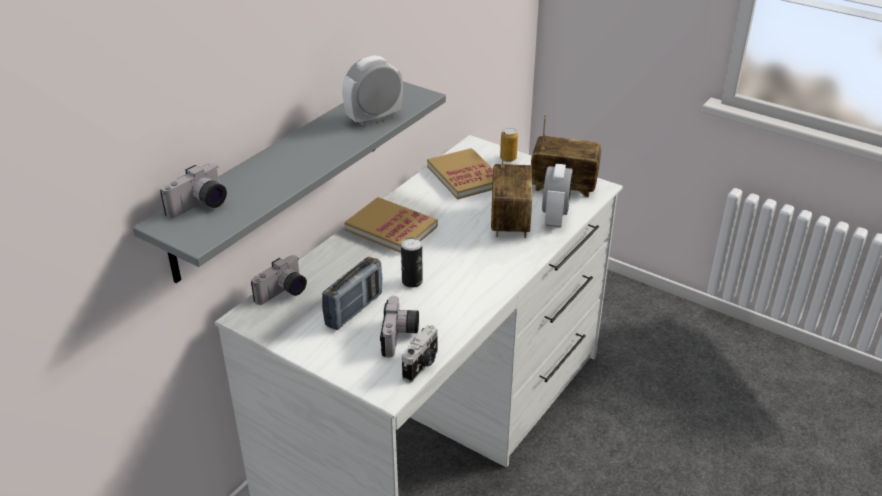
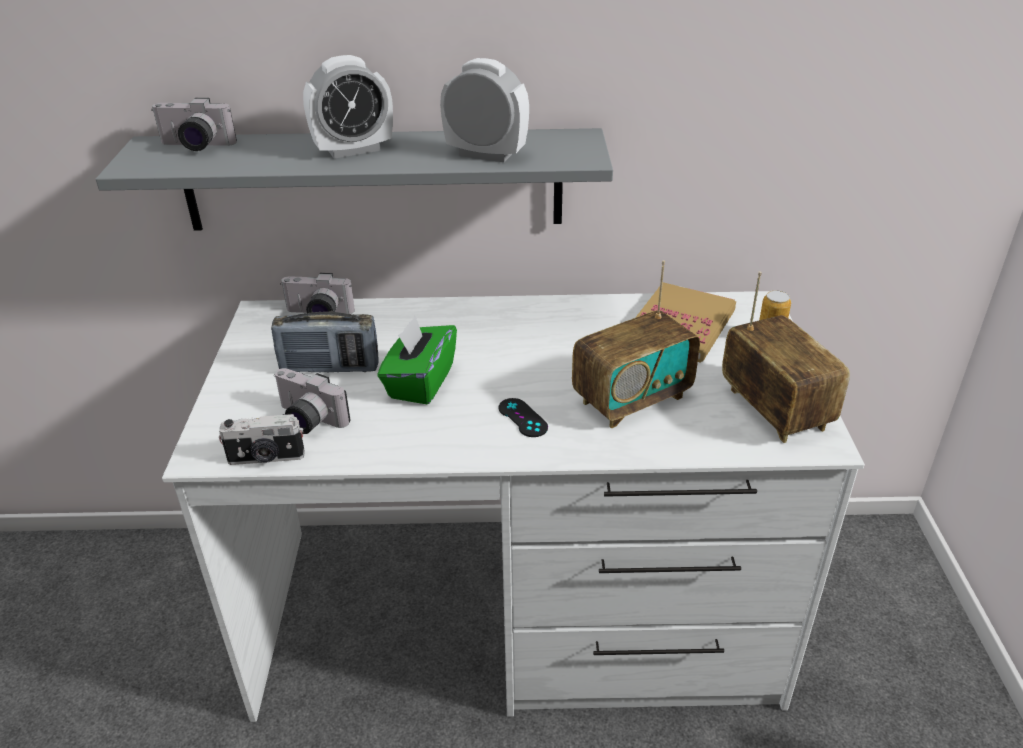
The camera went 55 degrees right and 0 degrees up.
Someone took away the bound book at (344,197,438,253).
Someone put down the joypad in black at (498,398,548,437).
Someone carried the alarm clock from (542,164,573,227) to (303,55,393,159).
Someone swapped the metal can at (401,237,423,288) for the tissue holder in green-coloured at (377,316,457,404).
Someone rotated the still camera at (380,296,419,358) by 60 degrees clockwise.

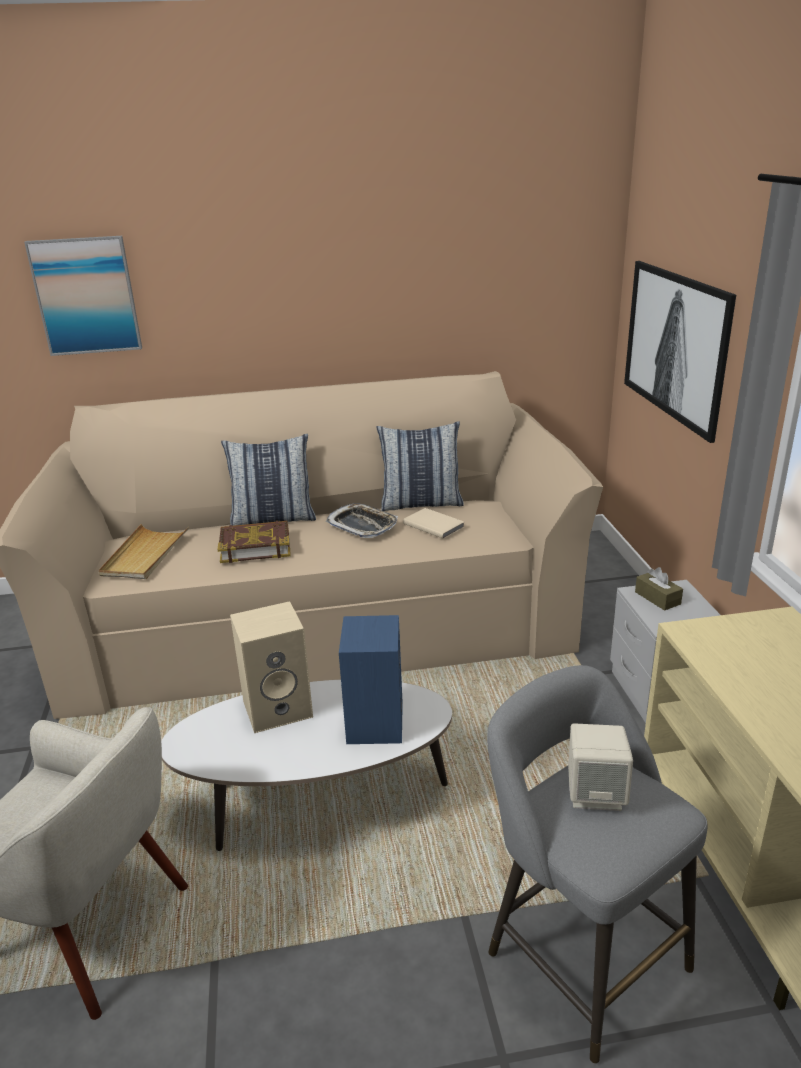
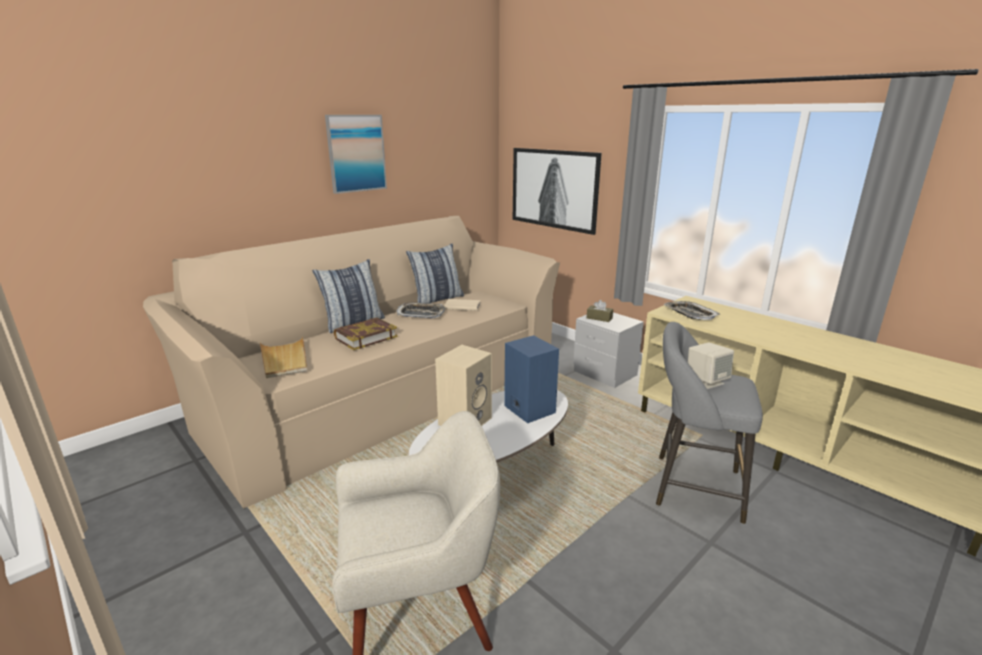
The camera went 35 degrees left and 5 degrees down.
Someone put down the tray at (664,301,720,320).
Someone carried the wall picture from (24,236,142,356) to (325,115,387,194).

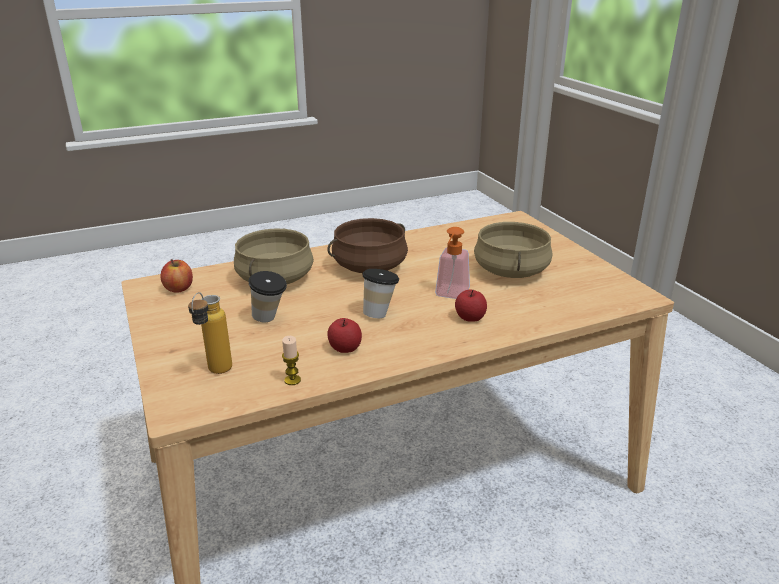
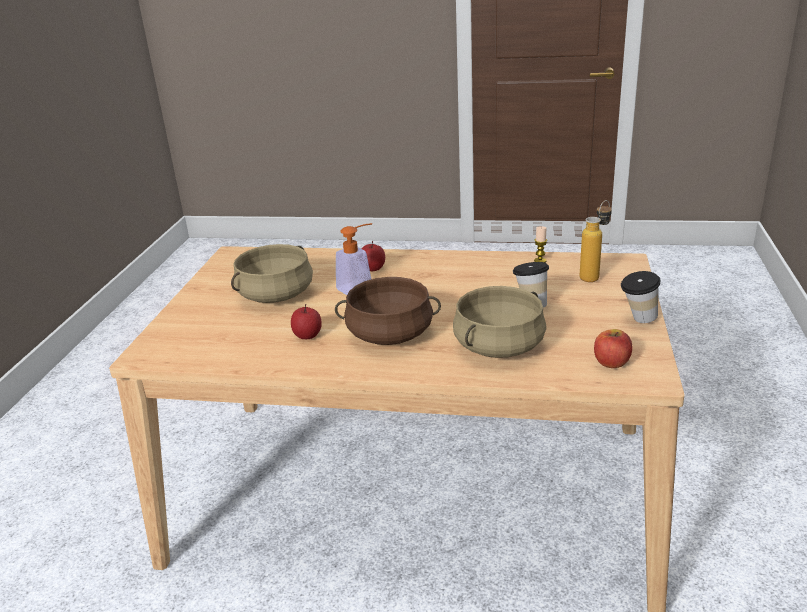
The camera went 145 degrees left and 0 degrees up.
Someone carried the whole apple from (327,318,362,353) to (291,304,322,339).
Someone carried the small cup from (363,269,399,318) to (621,271,660,323).

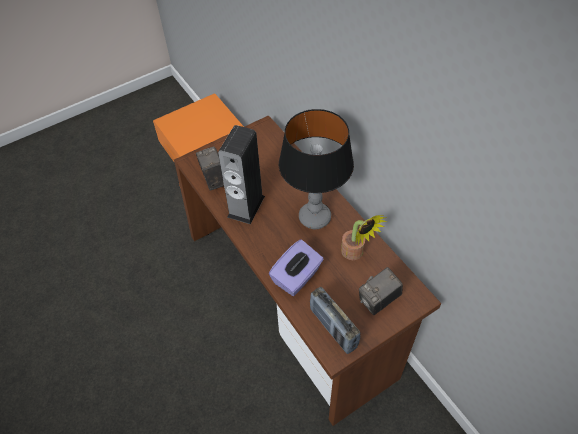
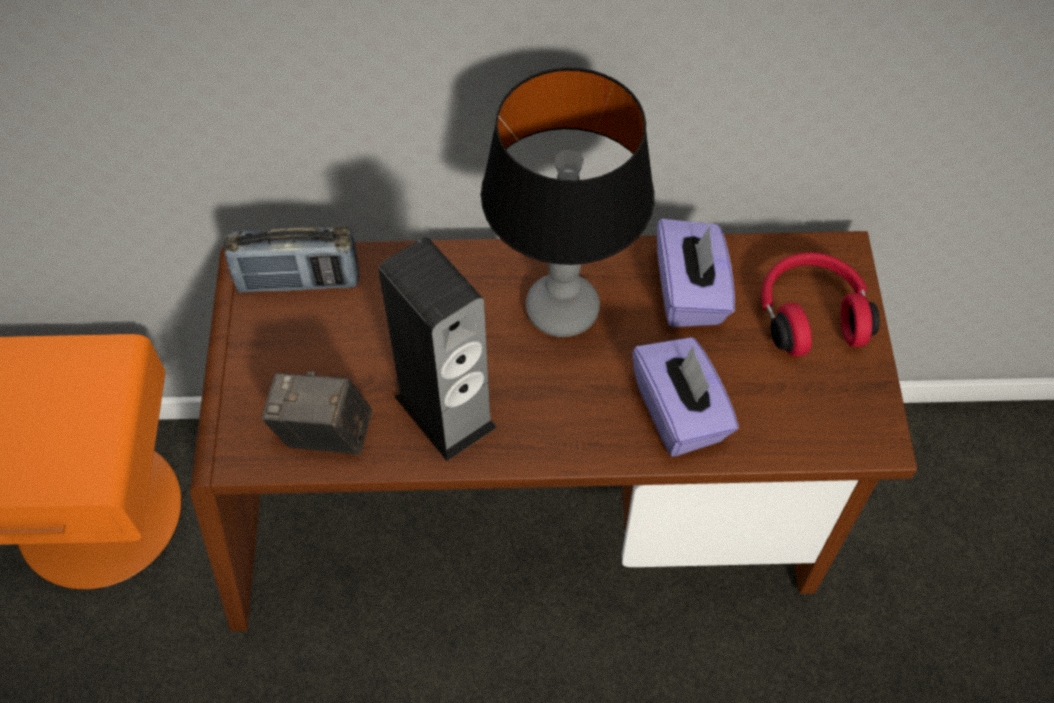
The camera went 60 degrees left and 5 degrees up.
Someone carried the radio receiver from (310,287,360,354) to (224,226,359,292).
Someone swapped the houseplant at (341,215,388,260) for the tissue holder in purple at (657,219,735,327).
Someone swapped the still camera at (359,267,403,315) for the pair of headphones in red at (761,252,880,357).

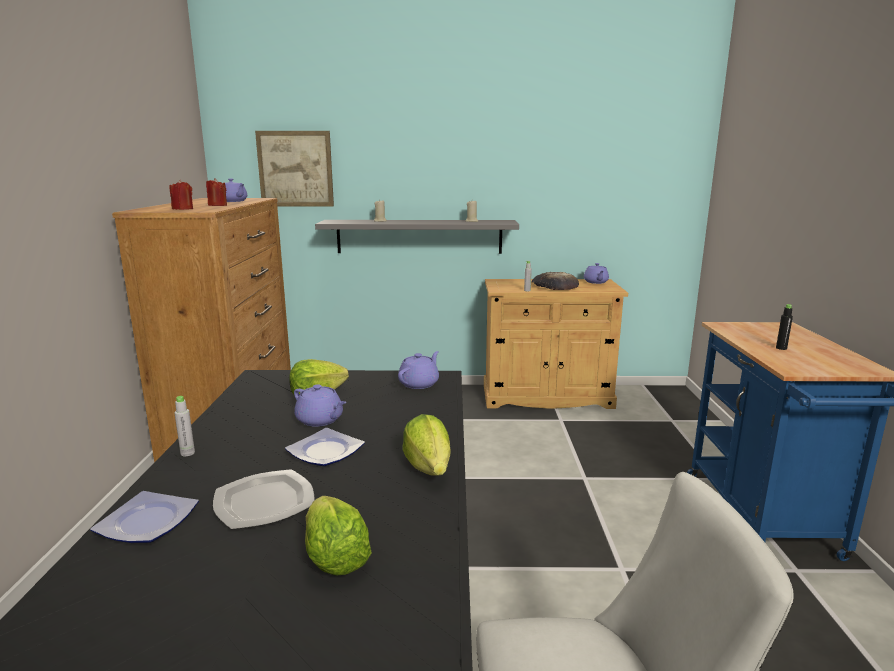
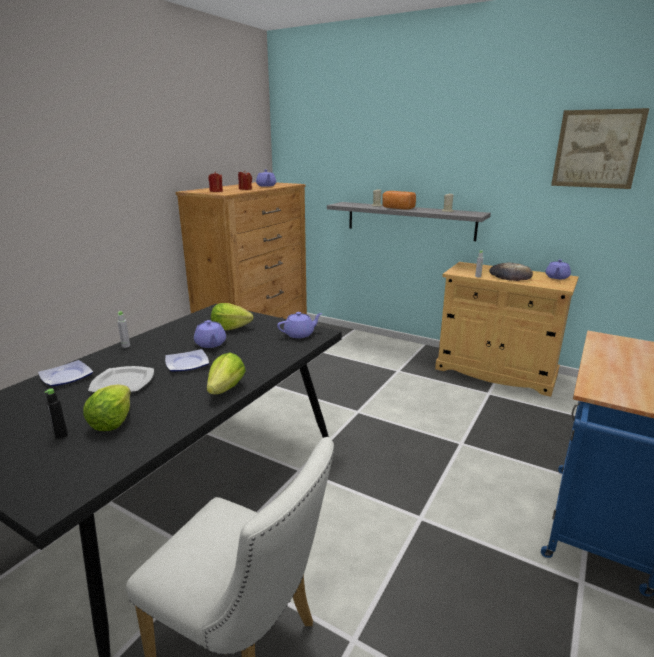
The camera went 30 degrees right and 5 degrees up.
Someone put down the bakery bread at (382,191,416,209).
Someone carried the wall picture from (255,131,334,207) to (551,108,649,189).
Someone carried the beverage bottle in black from (776,304,793,350) to (45,388,68,439).

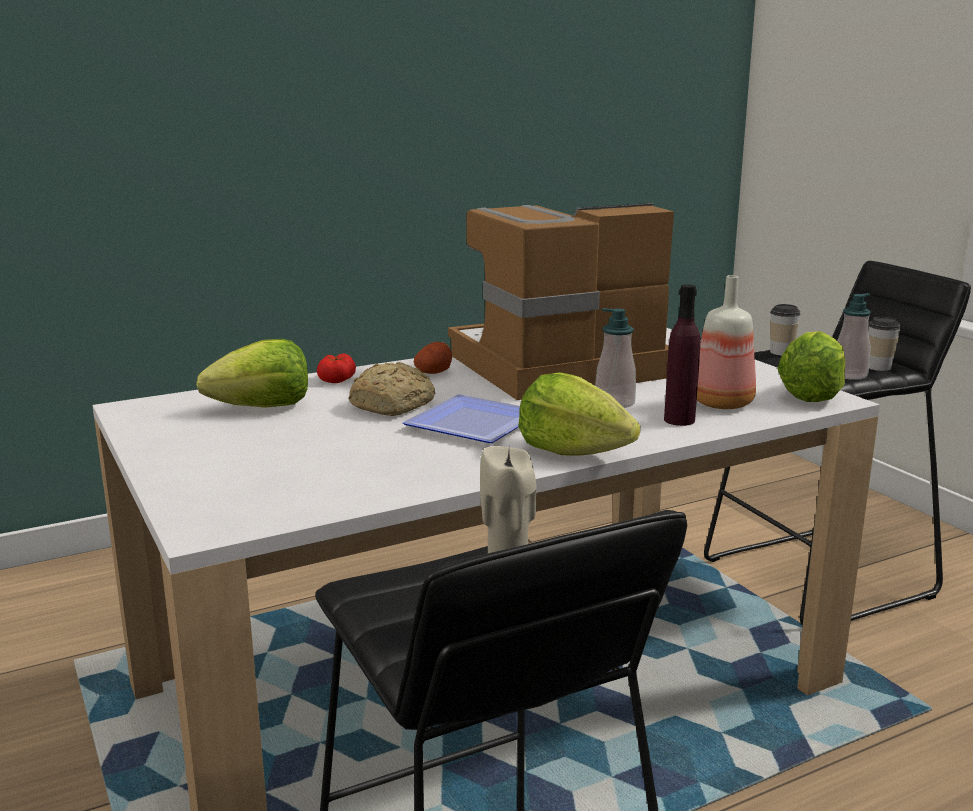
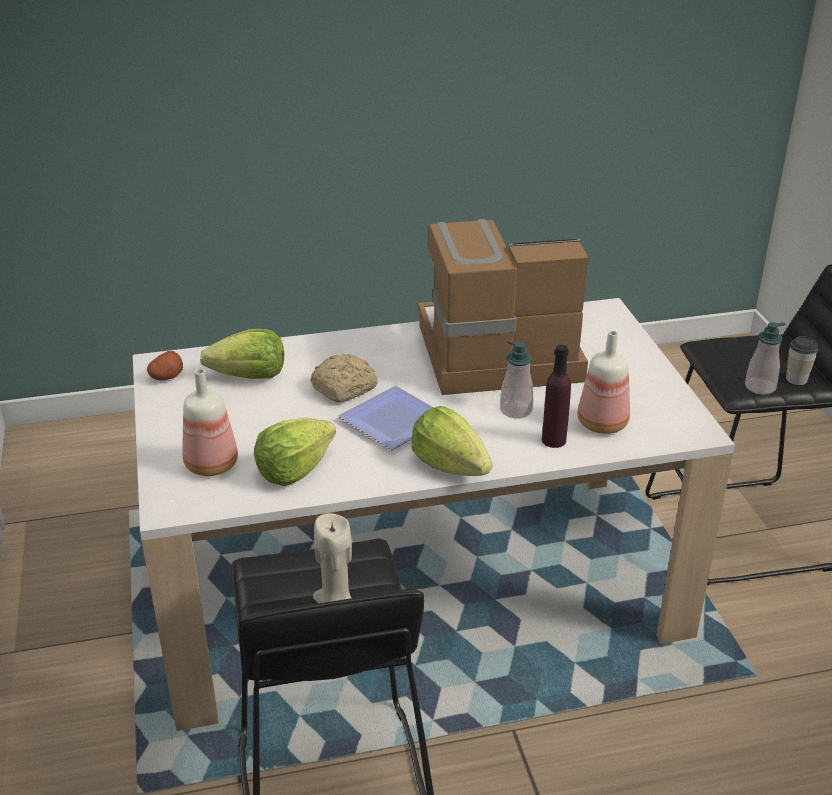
The camera went 15 degrees right and 15 degrees up.
Someone took away the tomato at (317,353,356,383).
Someone took away the small cup at (770,304,801,355).
Someone put down the beverage bottle at (182,369,238,476).
Someone carried the spud from (414,342,452,374) to (147,351,183,380).
Someone carried the lettuce head from (777,331,845,402) to (254,417,336,486).

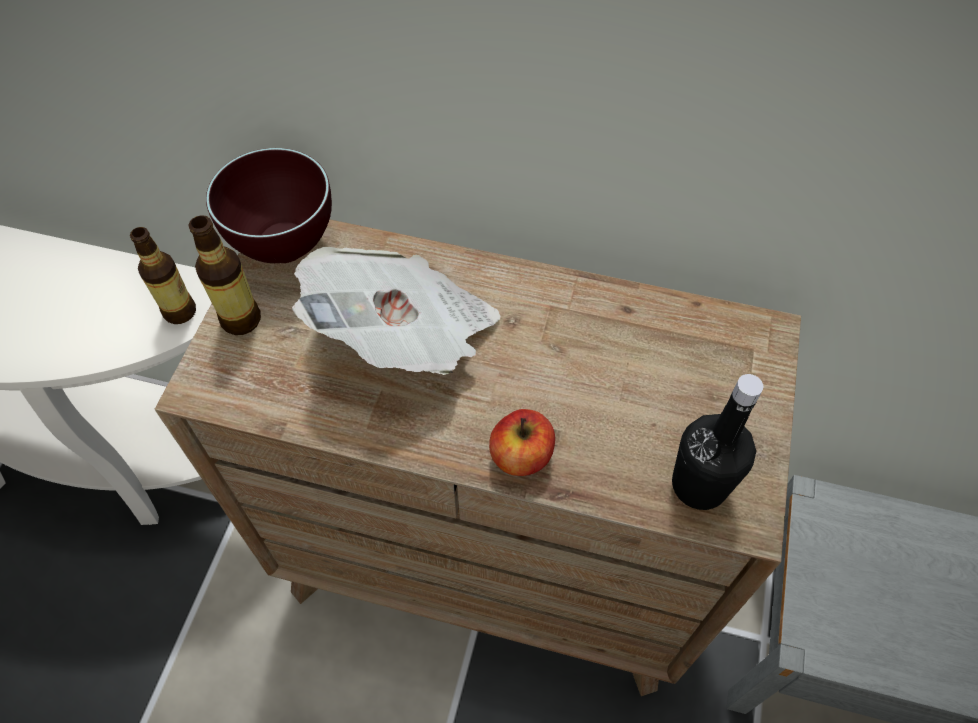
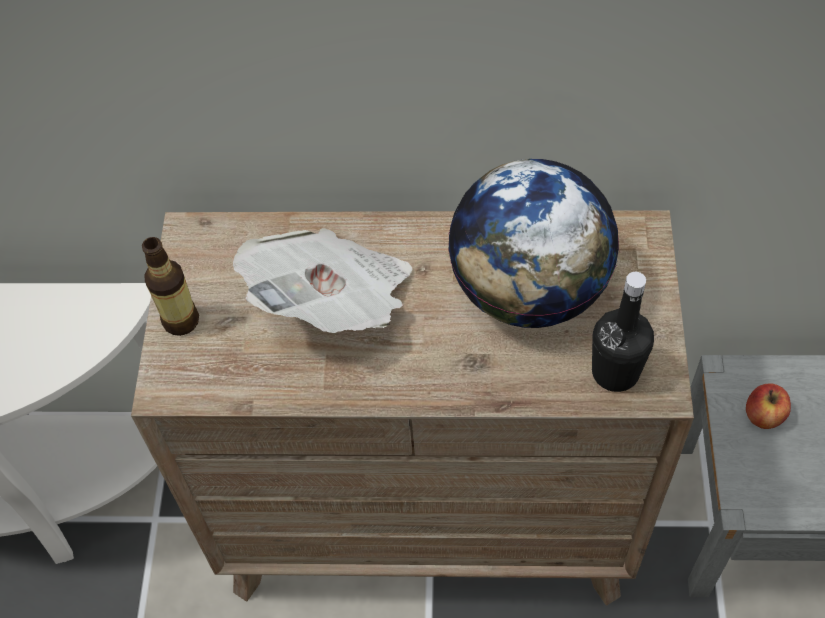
The camera went 10 degrees left and 0 degrees up.
Someone took away the beverage bottle at (130,227,196,324).
Someone took away the deep dish in brownish at (206,148,332,263).
Someone put down the desk globe at (448,159,619,328).
Someone carried the whole apple from (489,409,555,476) to (746,384,791,429).

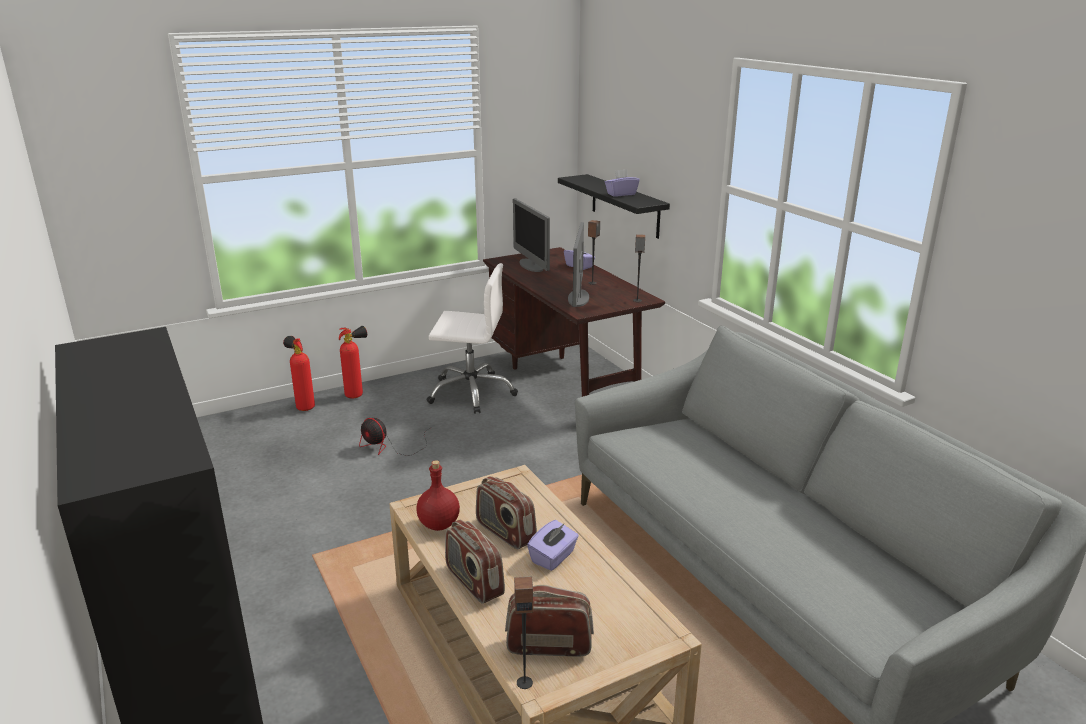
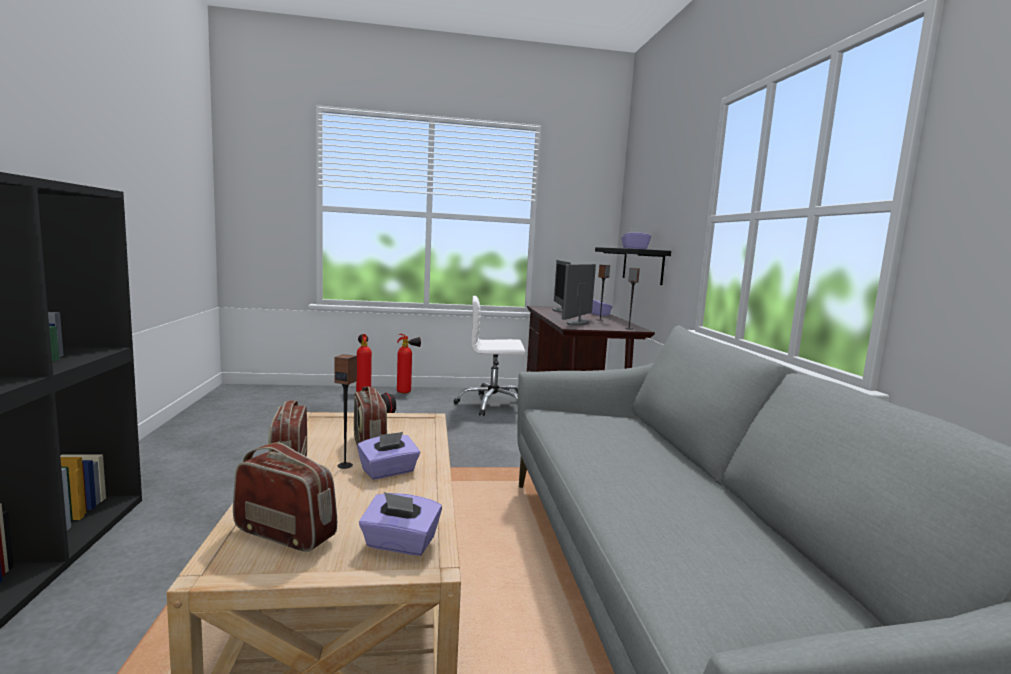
The camera went 20 degrees right and 15 degrees down.
Someone took away the beverage bottle in red at (416,460,460,531).
Someone put down the tissue holder in purple at (359,492,442,556).
Someone carried the loudspeaker from (514,576,533,689) to (335,354,357,469).
Someone rotated the computer chair in white-coloured at (426,263,518,414) by 150 degrees clockwise.

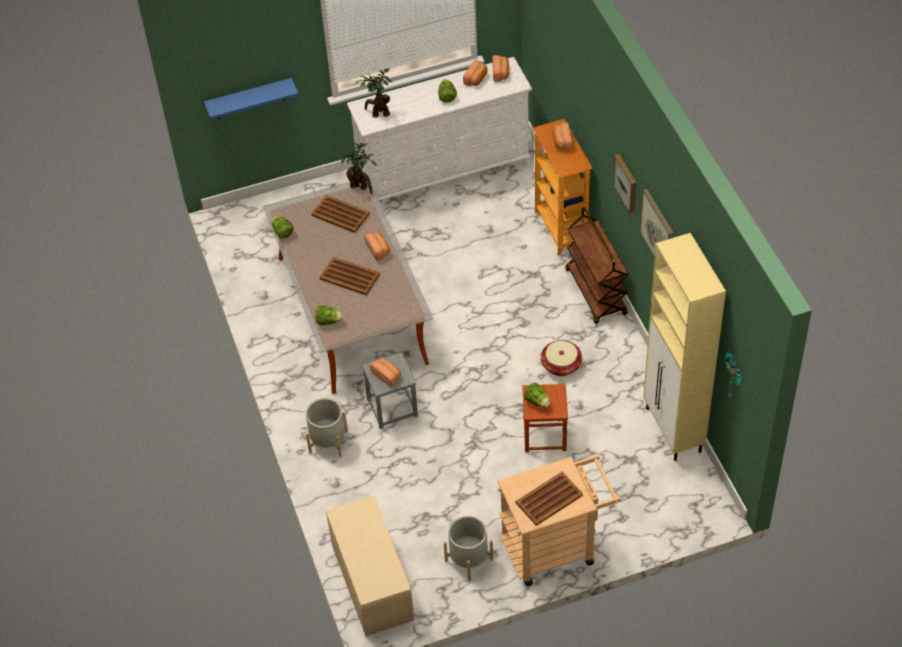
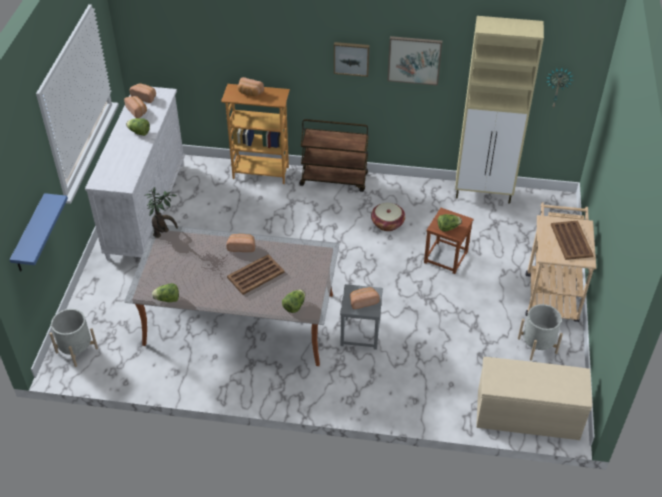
The camera went 65 degrees left and 5 degrees down.
Someone took away the tray in brownish at (311,195,370,233).
Someone took away the houseplant at (355,68,392,118).
Someone carried the flower pot in greyish from (306,398,348,457) to (49,309,98,367).

